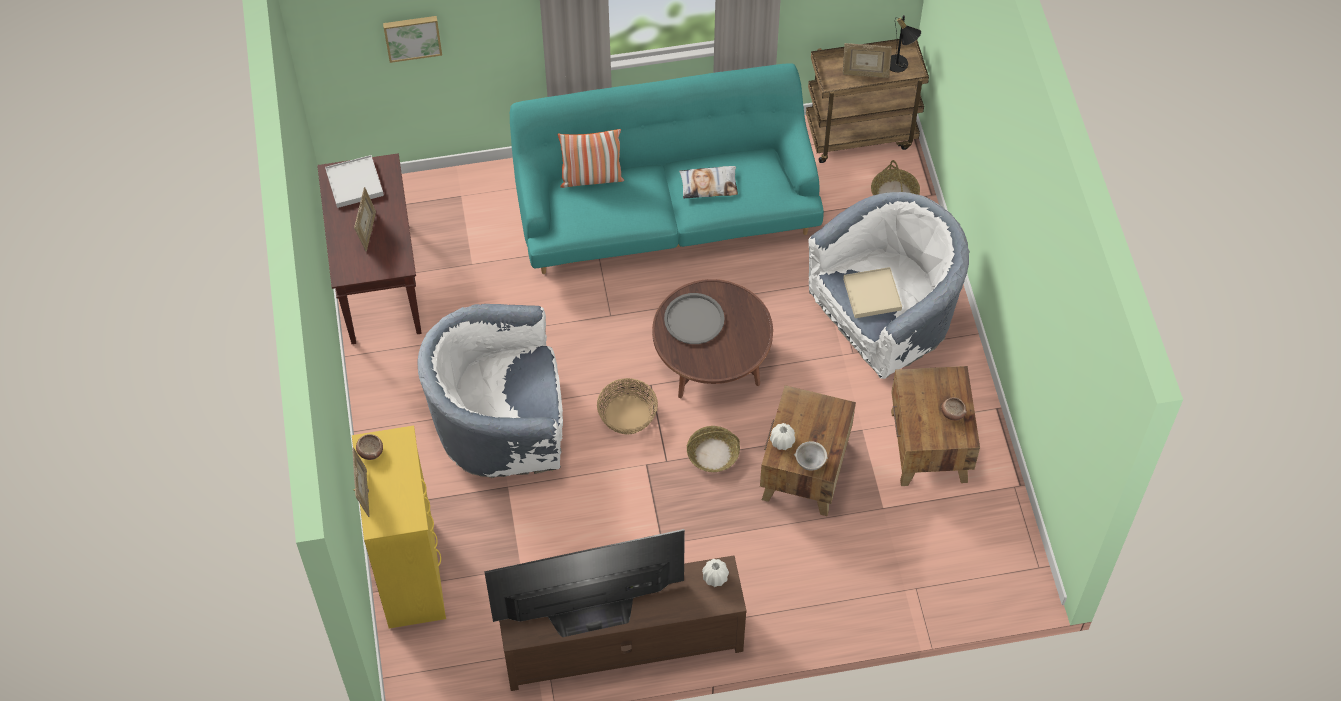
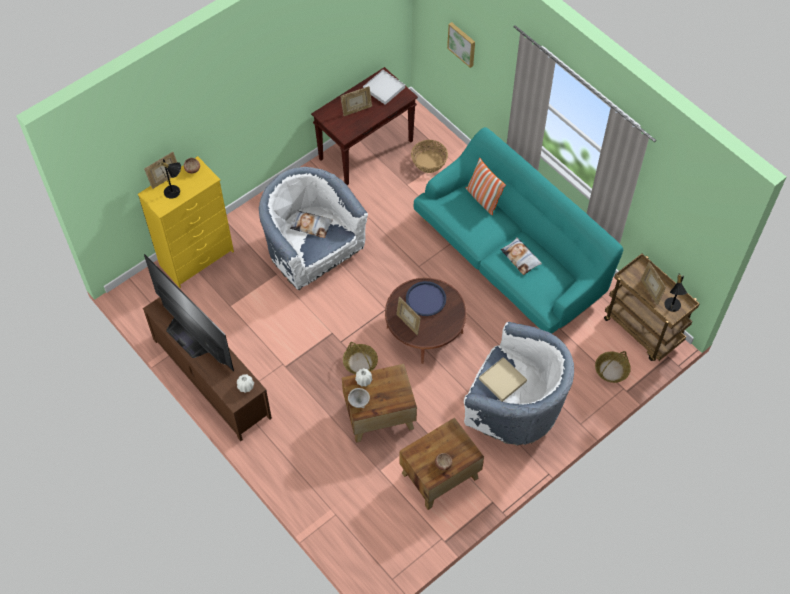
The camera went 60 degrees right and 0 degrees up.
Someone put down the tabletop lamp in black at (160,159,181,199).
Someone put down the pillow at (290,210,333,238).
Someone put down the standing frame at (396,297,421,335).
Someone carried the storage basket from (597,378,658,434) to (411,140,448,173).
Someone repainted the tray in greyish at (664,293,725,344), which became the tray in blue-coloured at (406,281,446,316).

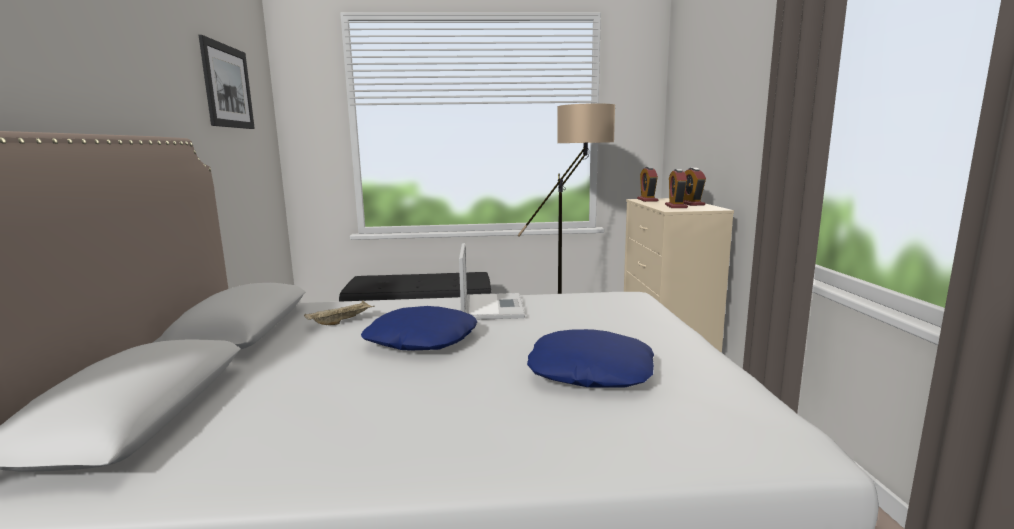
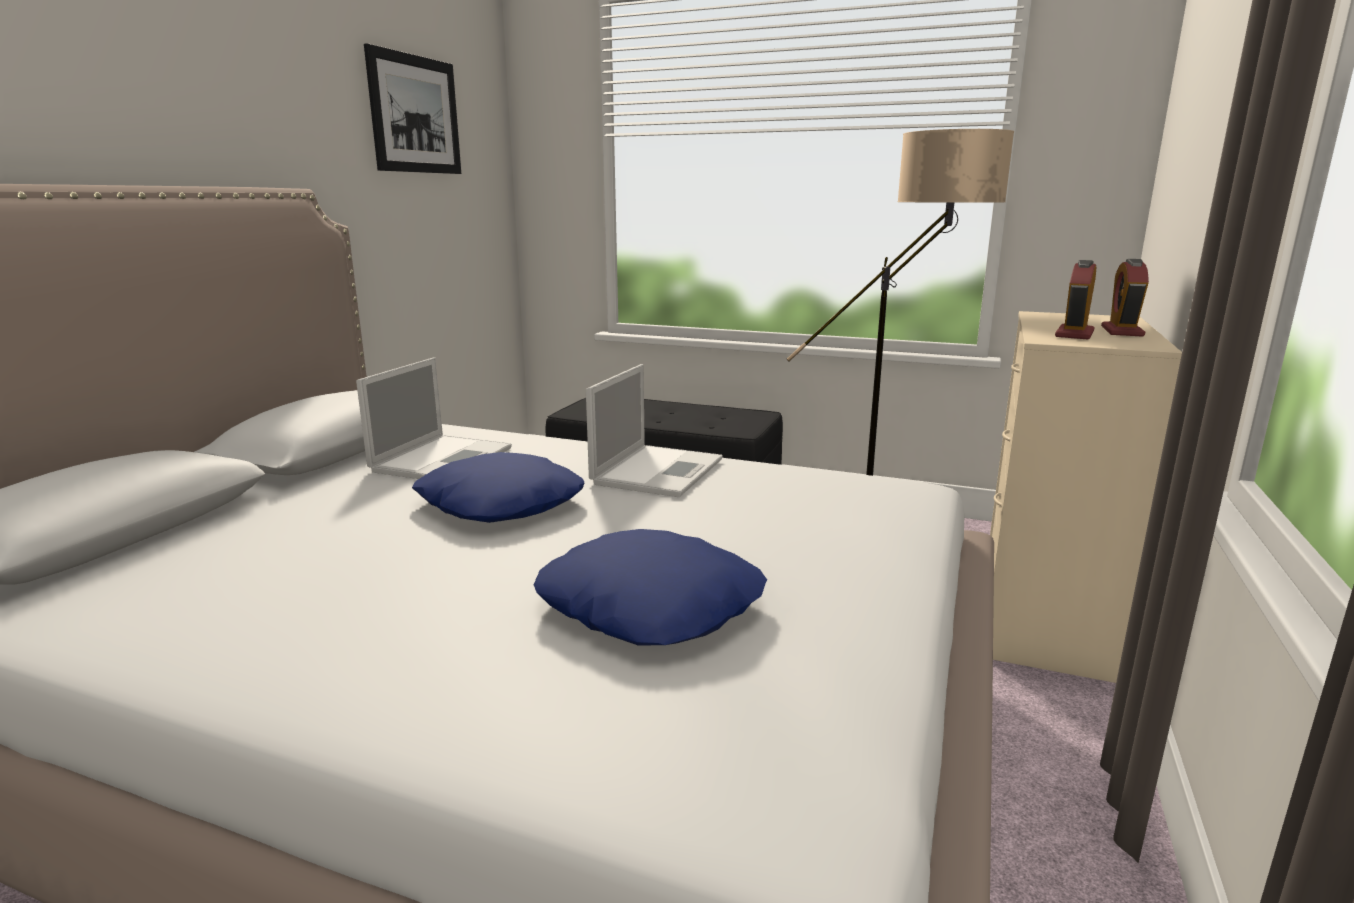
The camera went 25 degrees right and 5 degrees up.
Someone took away the alarm clock at (637,167,658,202).
Someone swapped the tray in sand-coloured at (304,300,375,325) for the notebook computer at (356,357,512,479).

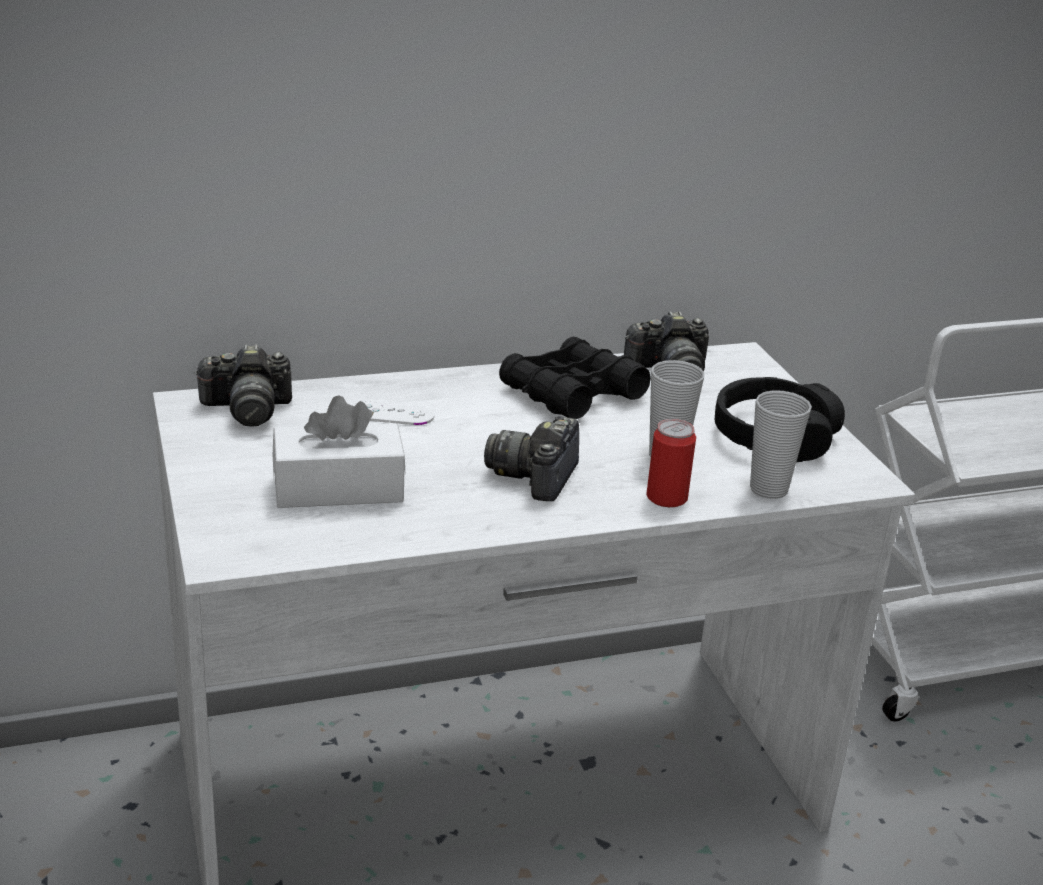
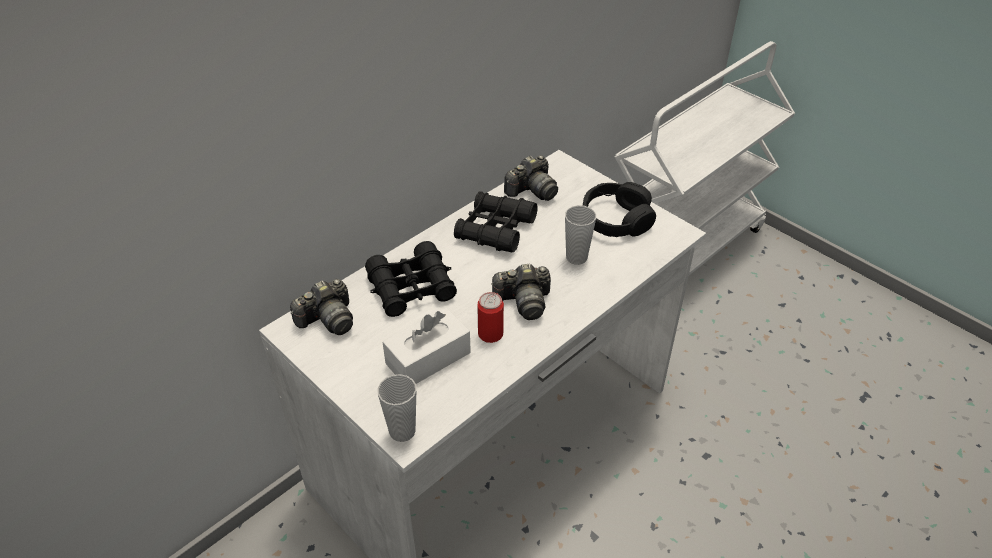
The camera went 25 degrees left and 15 degrees up.
Someone carried the metal can from (646,419,696,507) to (477,292,504,343).
Someone carried the small cup from (750,390,812,499) to (378,374,416,442).
Someone swapped the joypad in white-coloured at (352,401,434,425) for the field glasses in black at (365,241,457,317).
Someone rotated the still camera at (484,416,579,501) by 90 degrees counterclockwise.

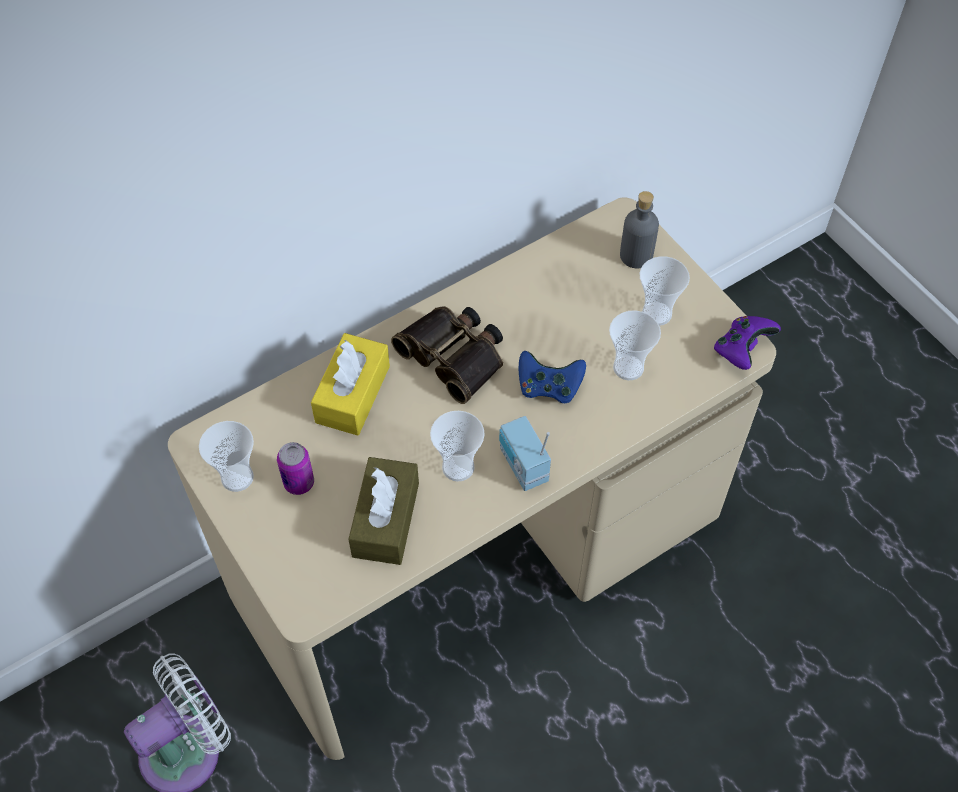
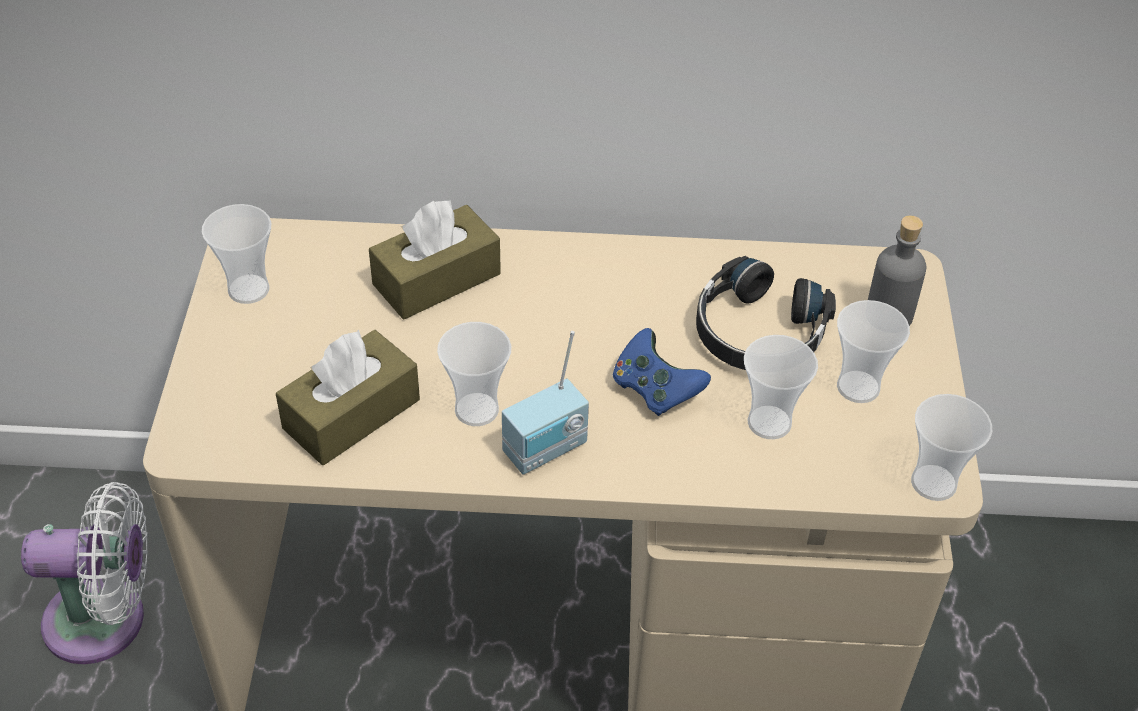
The camera went 35 degrees right and 10 degrees down.
Someone took away the metal can at (277,442,314,495).
Someone took away the field glasses at (391,306,503,404).
Someone put down the pair of headphones in black at (696,256,836,370).
Someone swapped the joypad in purple at (714,316,781,370) for the small cup at (911,394,993,501).
Someone repainted the tissue holder in yellow-coloured at (311,333,390,436), which became the tissue holder in brownish at (369,200,501,319).
Someone rotated the radio receiver at (499,416,551,491) by 135 degrees counterclockwise.

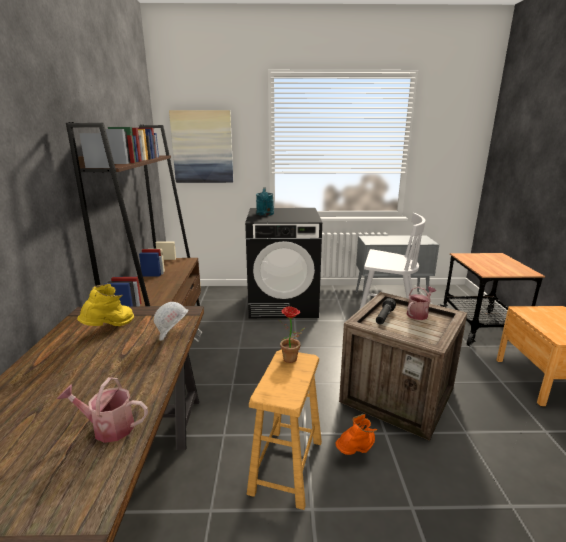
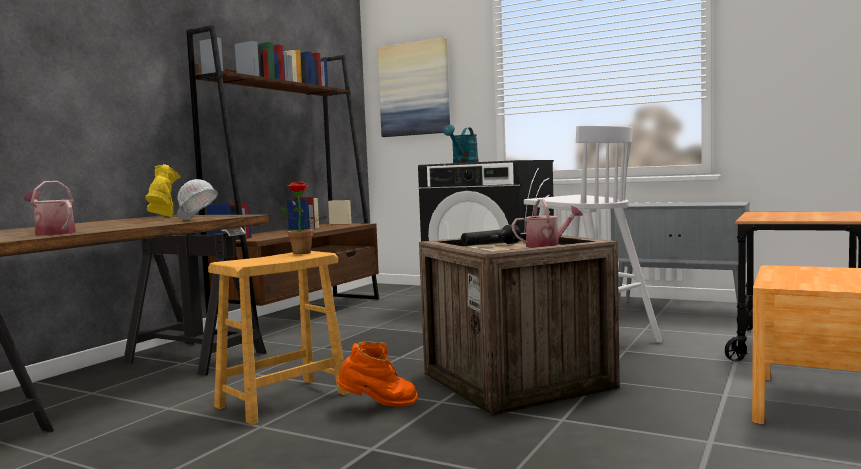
The camera went 30 degrees right and 15 degrees down.
Someone rotated the high-top boot in yellow-coloured at (77,284,134,326) by 75 degrees counterclockwise.

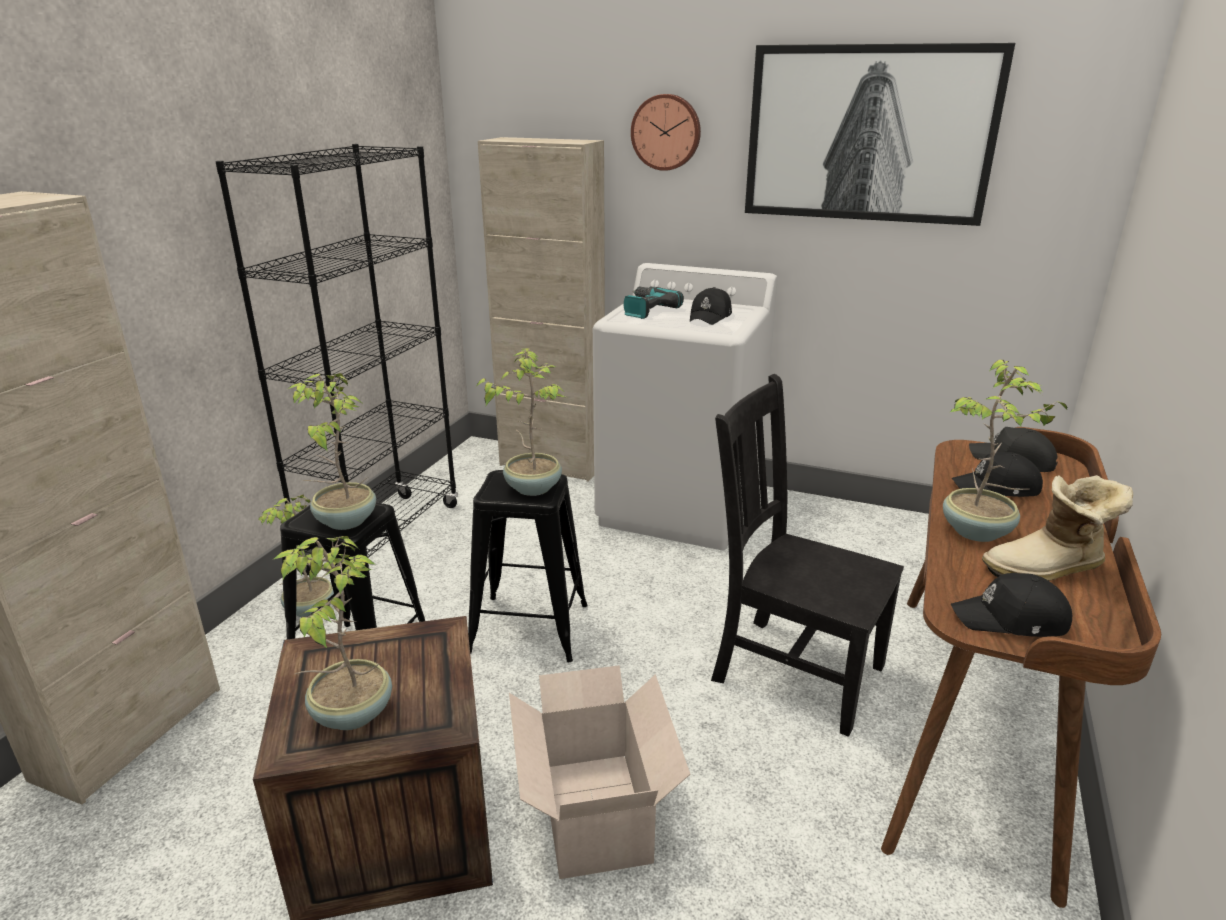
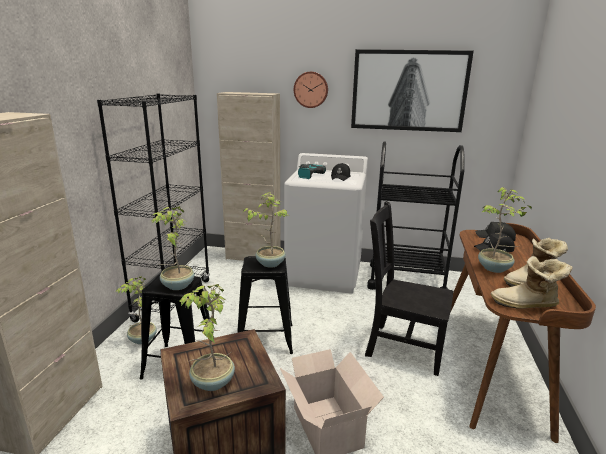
The camera went 10 degrees left and 5 degrees down.
Someone put down the wheeled cart in black at (367,141,465,290).
Someone swapped the cap in black at (951,573,1072,637) for the high-top boot at (491,256,572,309).

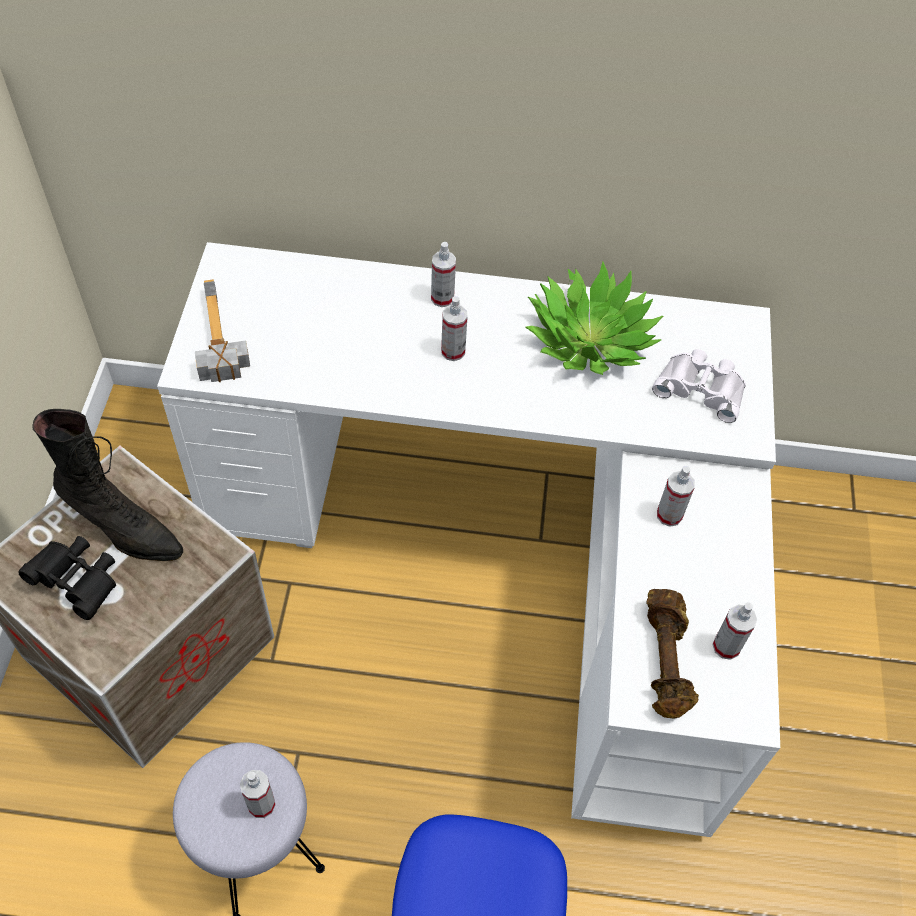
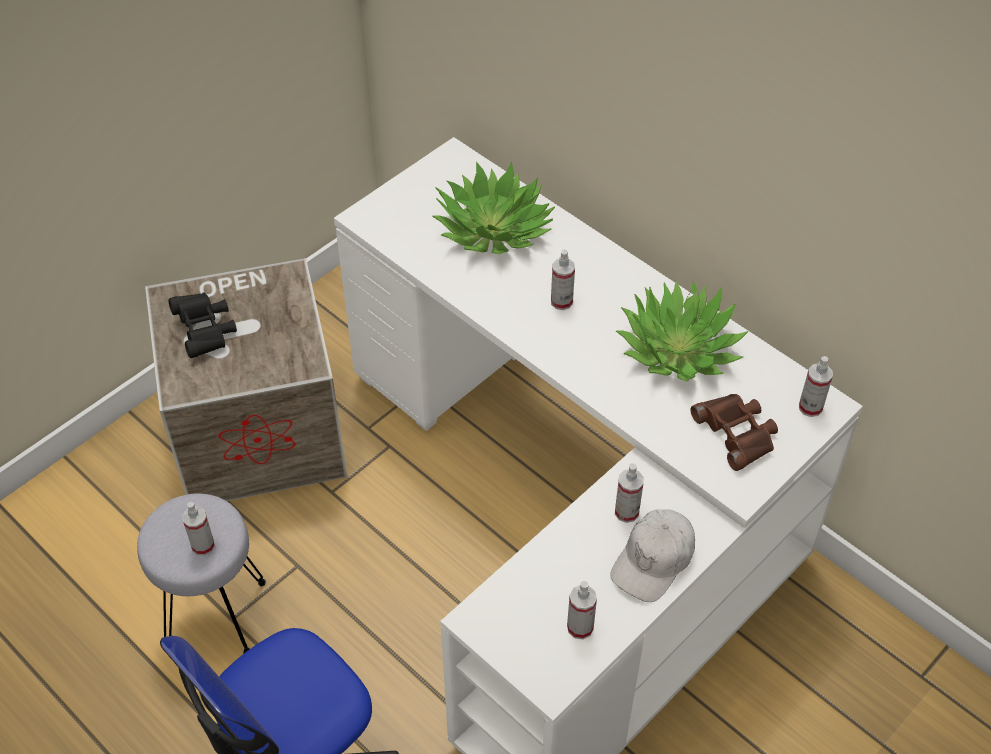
The camera went 40 degrees right and 5 degrees down.
Someone took away the high-top boot in black at (32,409,183,561).
Someone took away the hammer at (195,279,250,382).
Someone took away the free weight in brownish at (646,589,699,718).
Someone put down the houseplant at (432,162,555,254).
Someone put down the cap in white-coloured at (610,509,695,602).
Someone carried the hand sprayer from (431,242,456,307) to (799,356,833,417).
Someone repainted the field glasses in white-coloured at (652,349,746,423), which became the field glasses in brownish at (690,394,778,471).

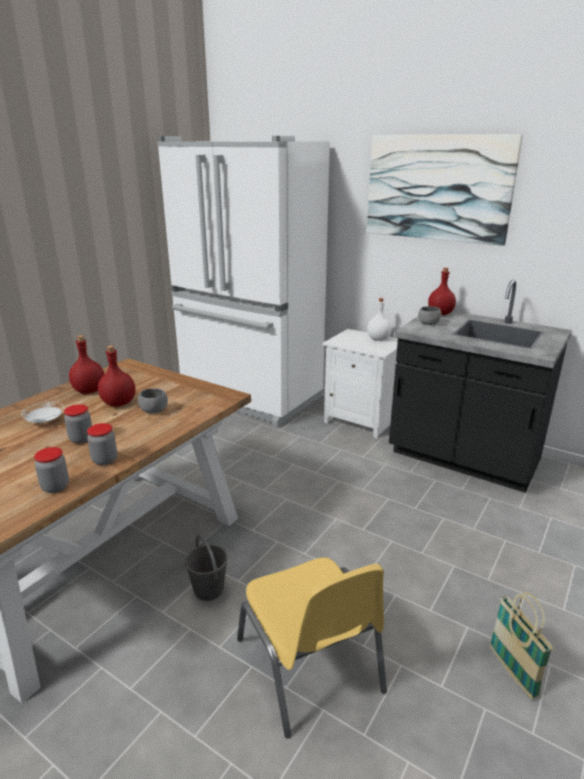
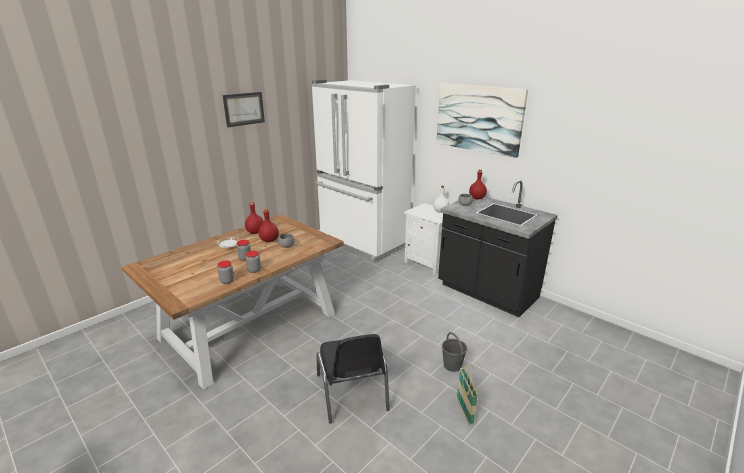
The camera went 10 degrees right and 0 degrees up.
Someone put up the wall picture at (222,92,265,127).
Someone carried the water bucket in greyish from (185,535,228,601) to (442,332,467,372).
Someone repainted the chair in yellow-coloured at (237,557,387,738), which became the chair in black at (316,334,390,423).

